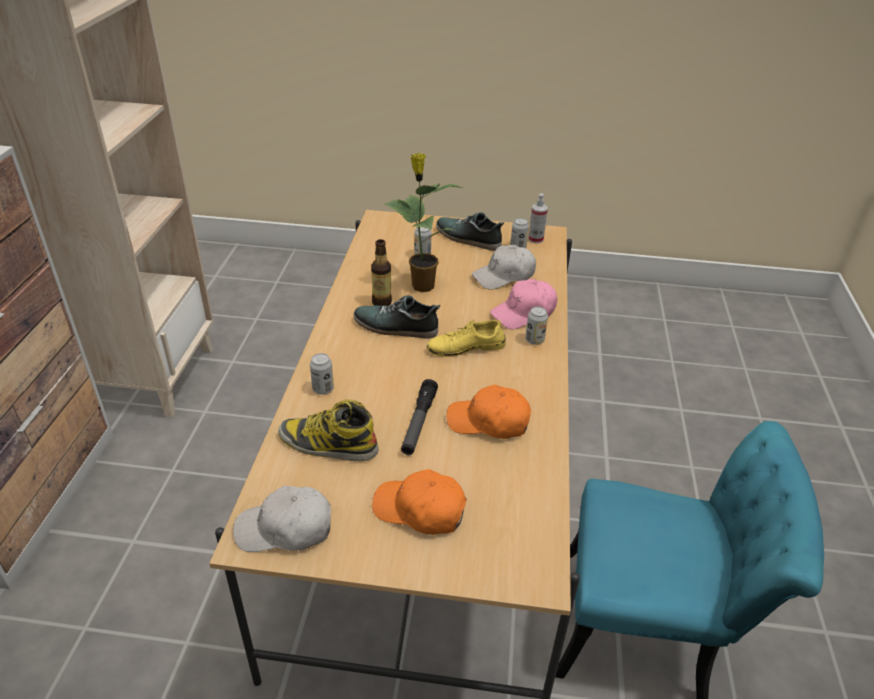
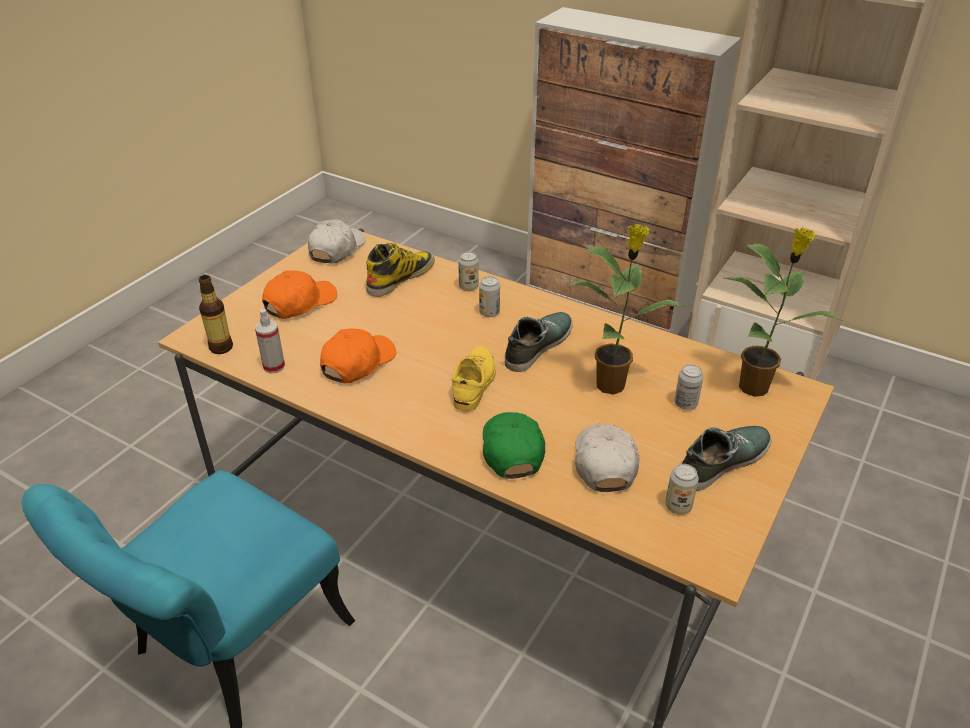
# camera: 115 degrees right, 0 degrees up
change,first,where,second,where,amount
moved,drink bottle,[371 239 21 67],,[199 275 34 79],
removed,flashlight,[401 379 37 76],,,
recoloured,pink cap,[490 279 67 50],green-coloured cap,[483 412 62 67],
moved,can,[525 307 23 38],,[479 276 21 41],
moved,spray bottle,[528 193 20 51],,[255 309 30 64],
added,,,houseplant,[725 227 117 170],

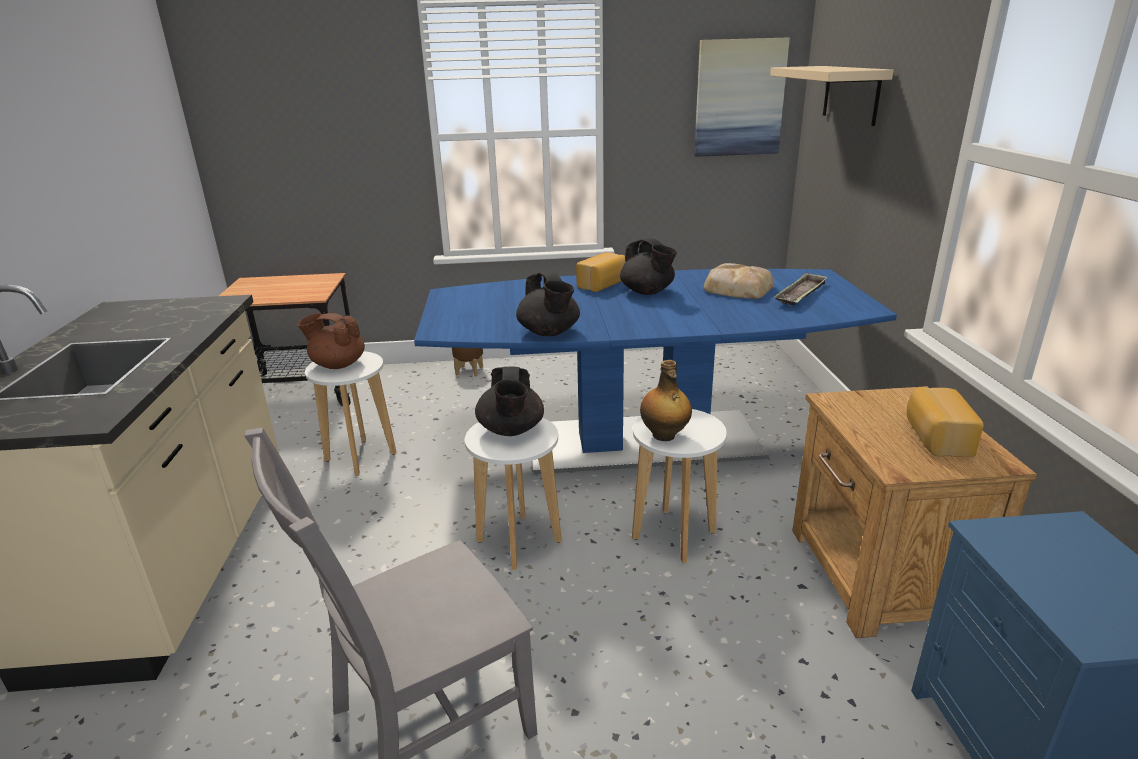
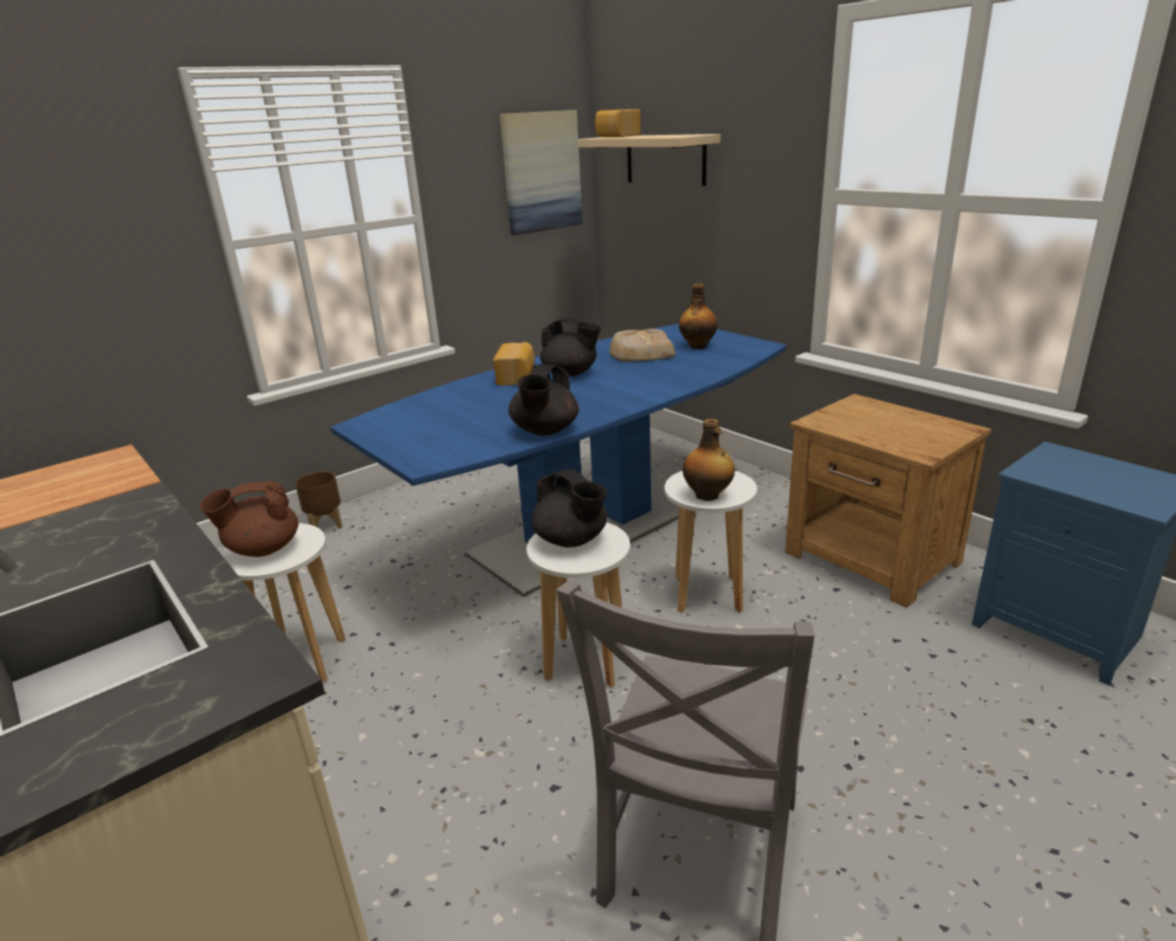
# camera: 35 degrees left, 0 degrees up
change,first,where,second,where,amount
turned,blackish pot for tea,[516 271 64 65],,[509 364 70 72],75 degrees clockwise
replaced,tray,[775 272 53 34],drink bottle,[679 284 38 65],
moved,baked bread,[907 387 77 70],,[595 109 46 28],

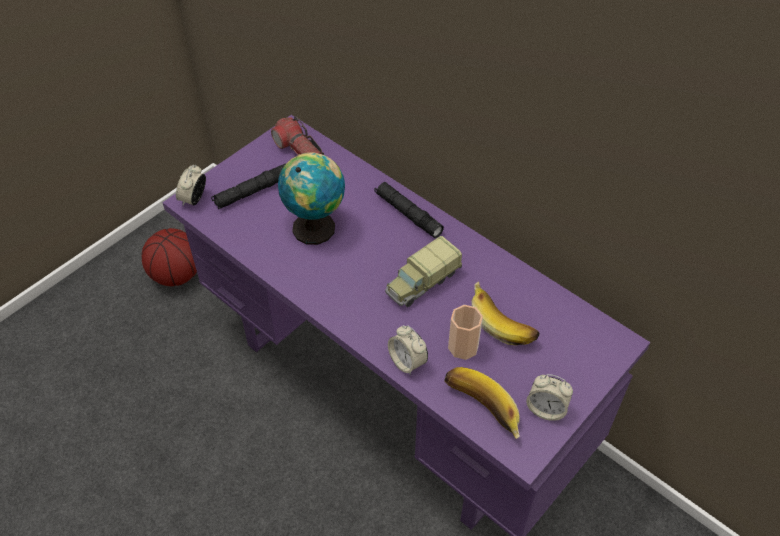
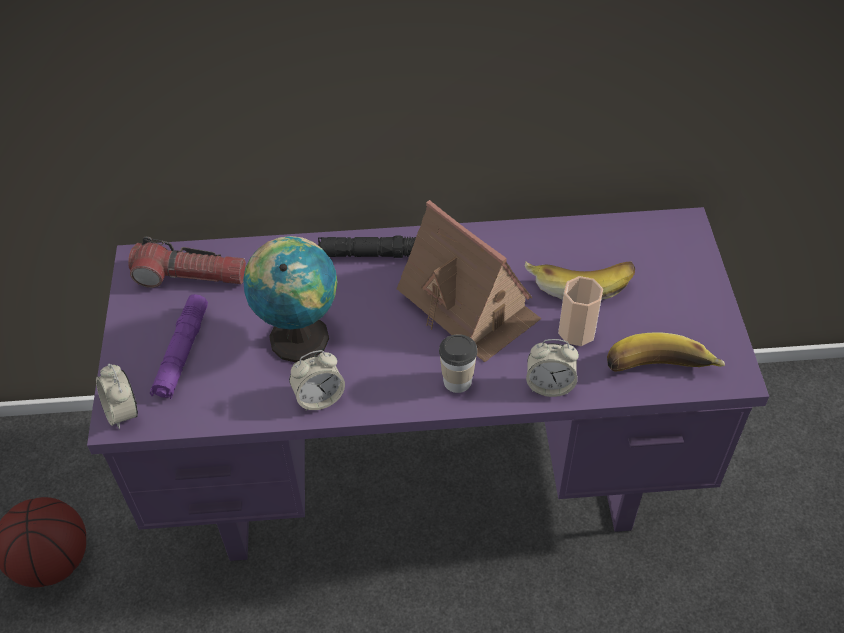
# camera: 45 degrees left, 0 degrees up
change,first,where,second,where,amount
recoloured,blackish flashlight,[211 164 75 45],purple flashlight,[150 294 58 105],
replaced,toy truck,[385 236 77 71],model house,[397 200 144 162],
moved,alarm clock,[526 374 47 47],,[289 350 56 61],
added,,,drinking cup,[439 334 38 59],

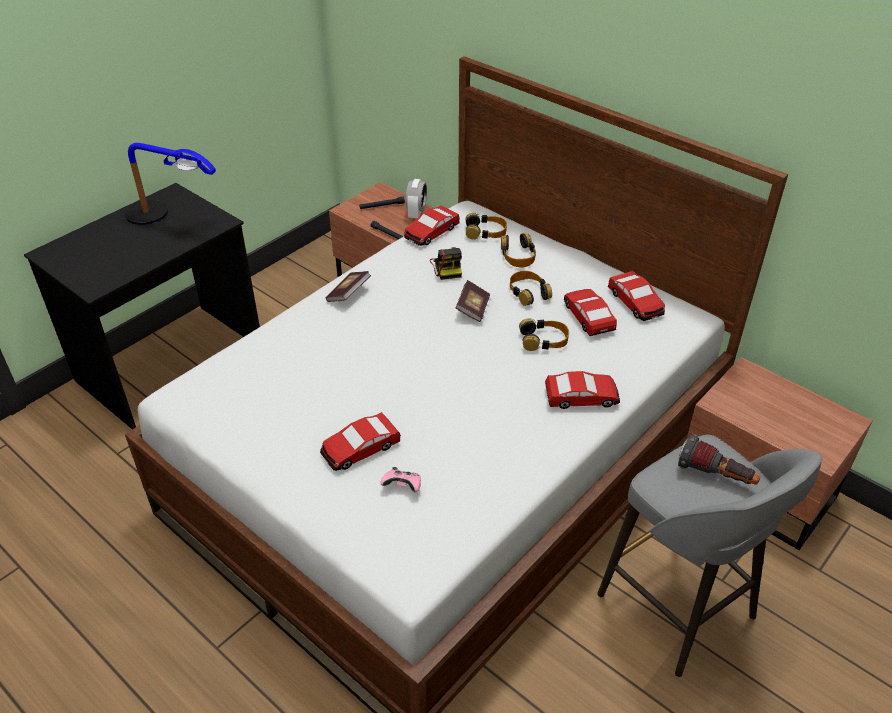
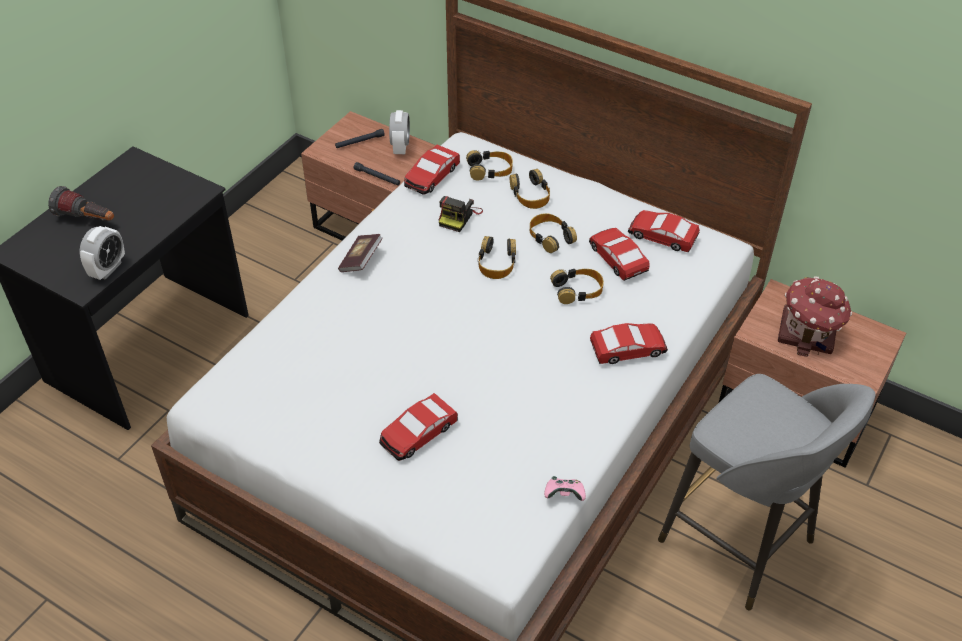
# camera: 10 degrees left, 5 degrees up
change,first,where,second,where,amount
removed,table lamp,[125 143 91 82],,,
moved,pink joypad,[380 467 41 25],,[544 476 42 25],
turned,photo camera,[430 247 32 33],,[439 196 44 36],45 degrees clockwise
replaced,book,[456 280 34 42],headset,[478 236 38 43],
turned,model car,[608 271 57 50],,[628 210 72 42],150 degrees clockwise
moved,flashlight,[678 434 82 51],,[48 186 66 35],
added,,,alarm clock,[80 226 45 54],
added,,,model house,[778 276 74 81],

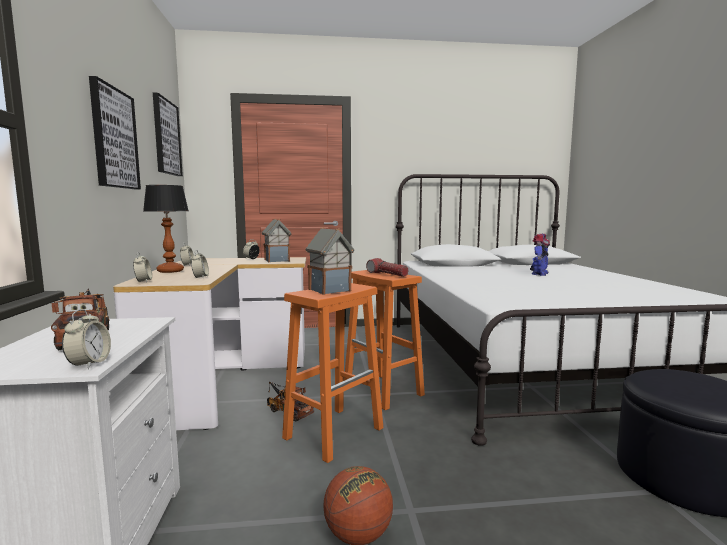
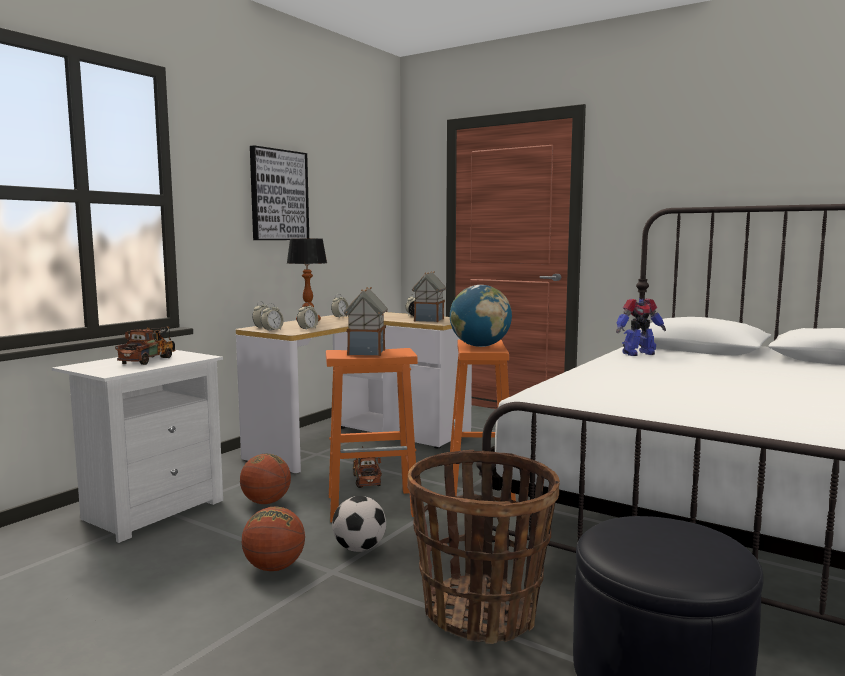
# camera: 40 degrees right, 0 degrees up
change,first,where,second,where,amount
moved,alarm clock,[62 309 49 60],,[261 303 23 29],
removed,wall art,[153 93 30 83],,,
replaced,flashlight,[366 258 43 19],world globe,[450 285 62 62],
moved,toy robot,[530 234 20 42],,[616 298 50 58],
added,,,basketball ball,[240 454 51 50],
added,,,football,[332 496 54 56],
added,,,household basket,[407 450 153 194],

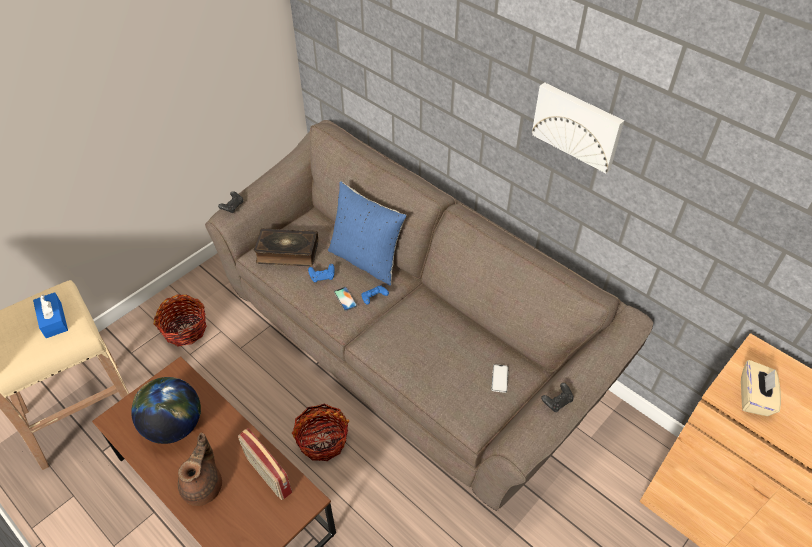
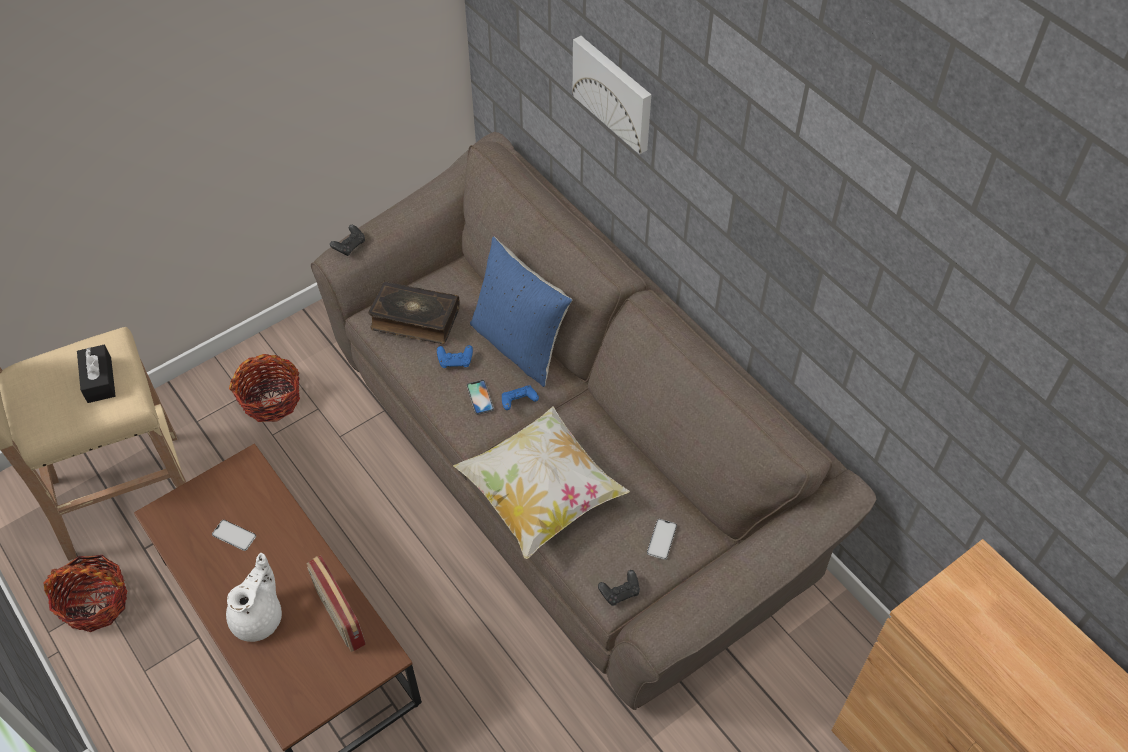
# camera: 10 degrees right, 5 degrees up
change,first,where,second,where,amount
recoloured,blue box of tissues,[33 292 35 46],blackish box of tissues,[77 345 38 58],
replaced,world globe,[131 377 70 67],phone,[212 520 44 31],
recoloured,brownish pot for tea,[178 433 44 73],white pot for tea,[226 553 56 89],
moved,household basket,[292 403 57 58],,[44 555 84 77],
moved,wall art,[532 82 92 91],,[573 36 78 118],
moved,blackish joypad,[541 383 33 29],,[598 570 42 36],
removed,beige box of tissues,[741 360 40 56],,,
added,,,cushion,[453 406 177 153],

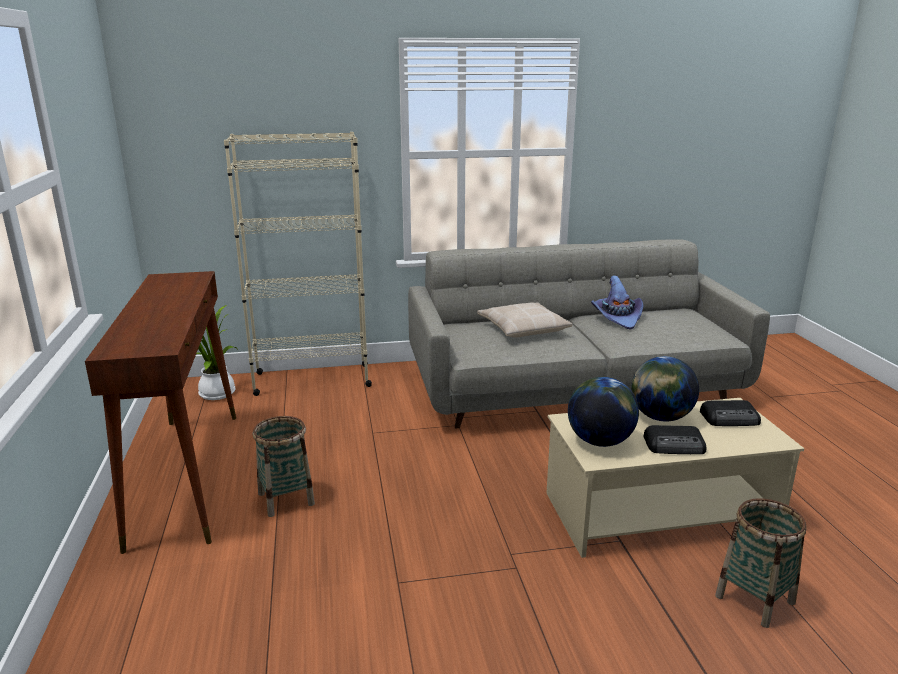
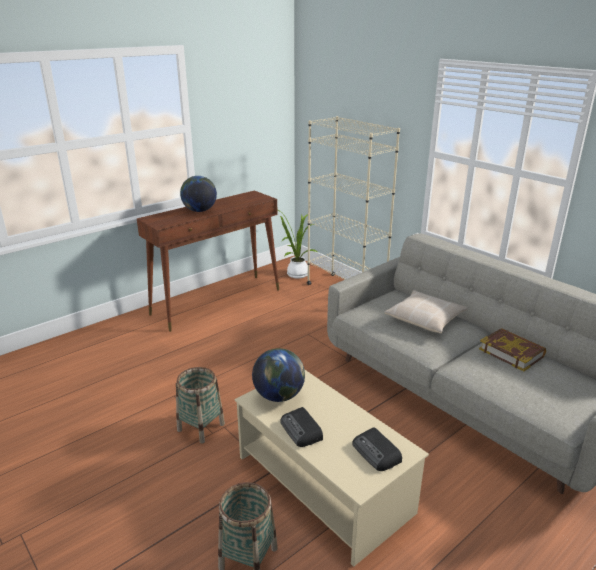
# camera: 60 degrees right, 5 degrees up
change,first,where,second,where,amount
moved,household basket,[253 416 62 101],,[176 367 49 77],
replaced,purple clothing hat,[591 276 52 54],book,[479 328 67 43],
moved,world globe,[631 356 68 65],,[180 176 37 36],

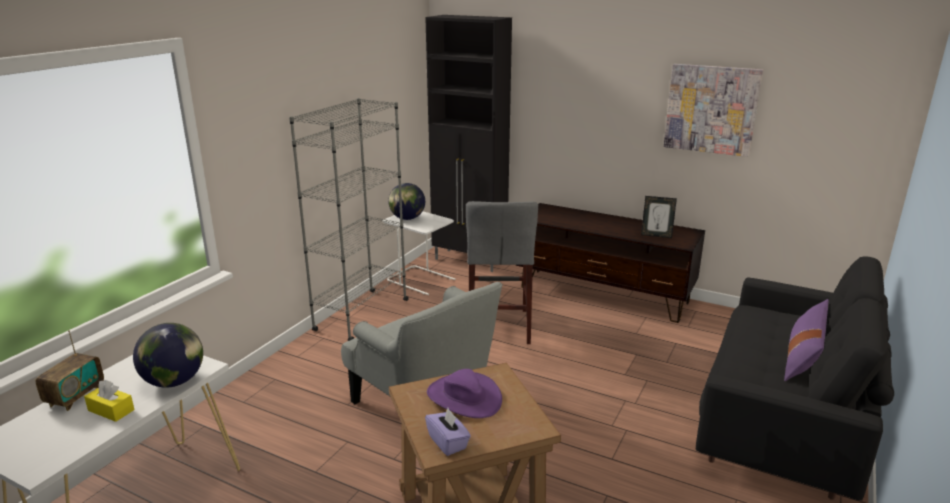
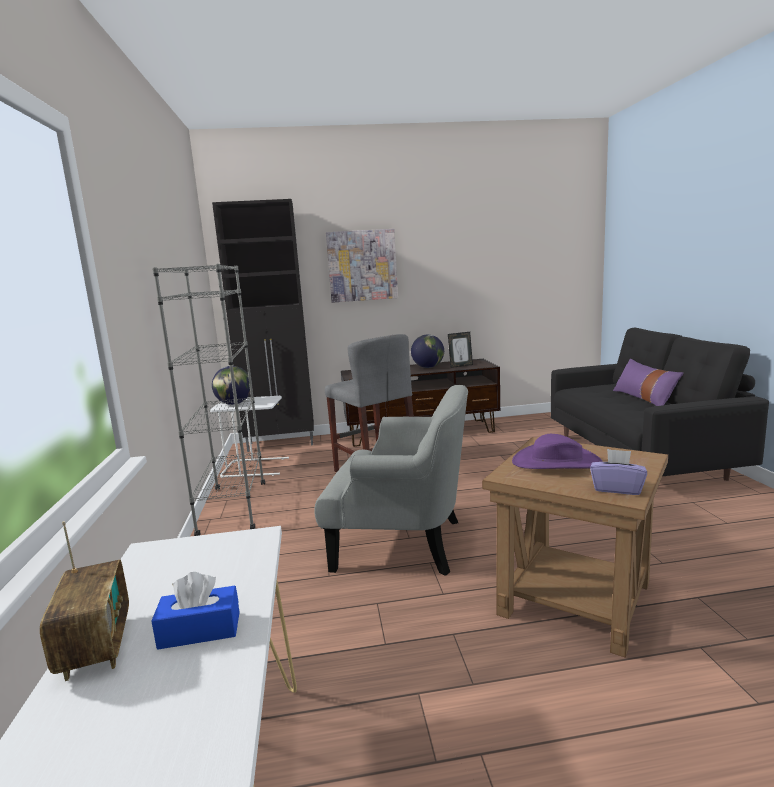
# camera: 35 degrees left, 10 degrees down
change,first,where,second,where,amount
recoloured,yellow box of tissues,[84 380 51 42],blue box of tissues,[151 572 89 78],
moved,world globe,[133 323 70 65],,[411 334 33 34],
moved,wall art,[664 64 99 93],,[326 229 72 74],

